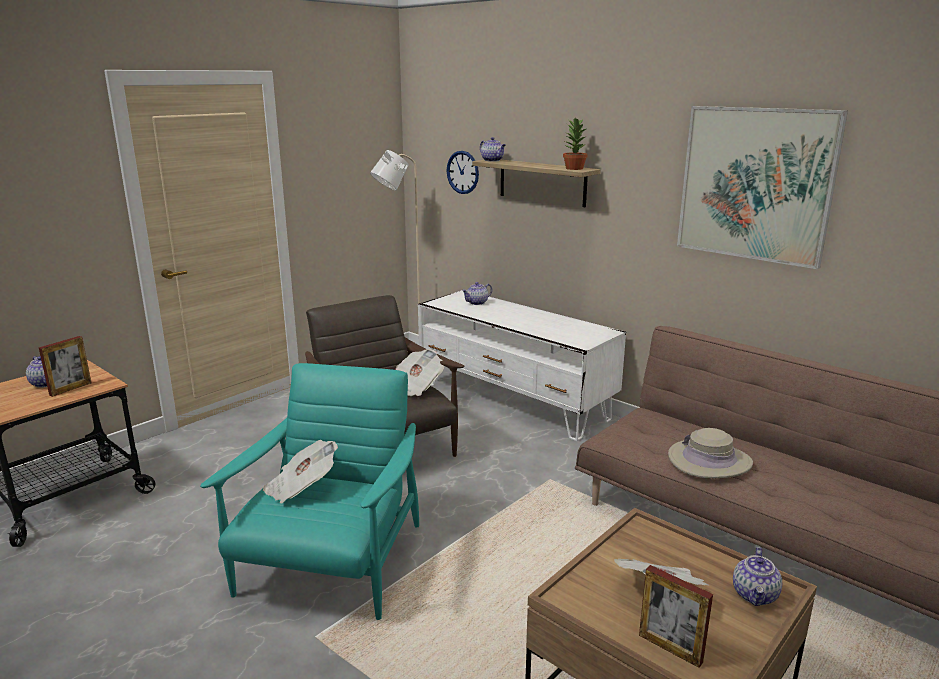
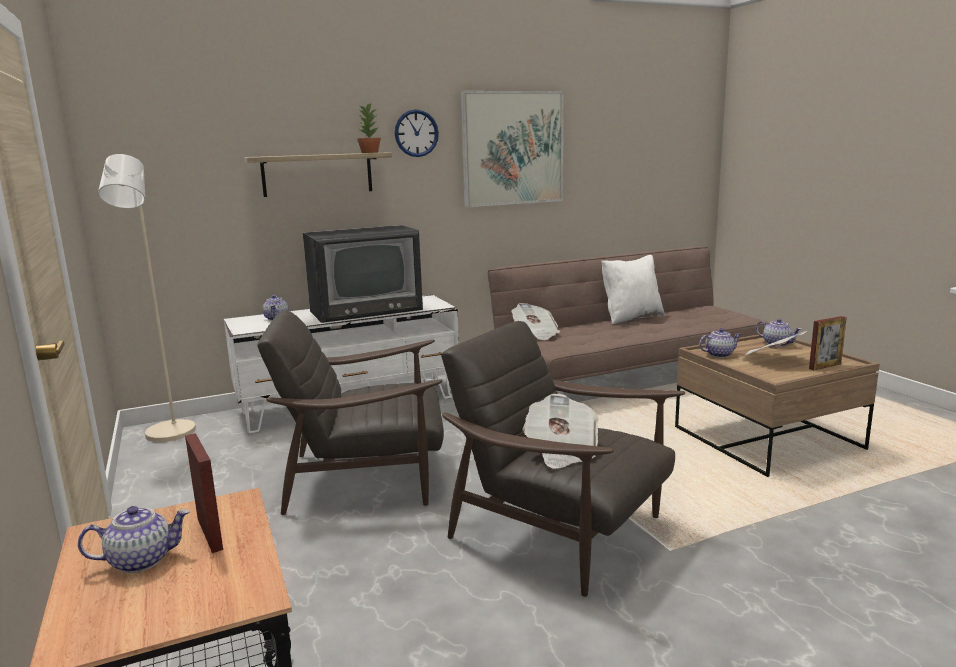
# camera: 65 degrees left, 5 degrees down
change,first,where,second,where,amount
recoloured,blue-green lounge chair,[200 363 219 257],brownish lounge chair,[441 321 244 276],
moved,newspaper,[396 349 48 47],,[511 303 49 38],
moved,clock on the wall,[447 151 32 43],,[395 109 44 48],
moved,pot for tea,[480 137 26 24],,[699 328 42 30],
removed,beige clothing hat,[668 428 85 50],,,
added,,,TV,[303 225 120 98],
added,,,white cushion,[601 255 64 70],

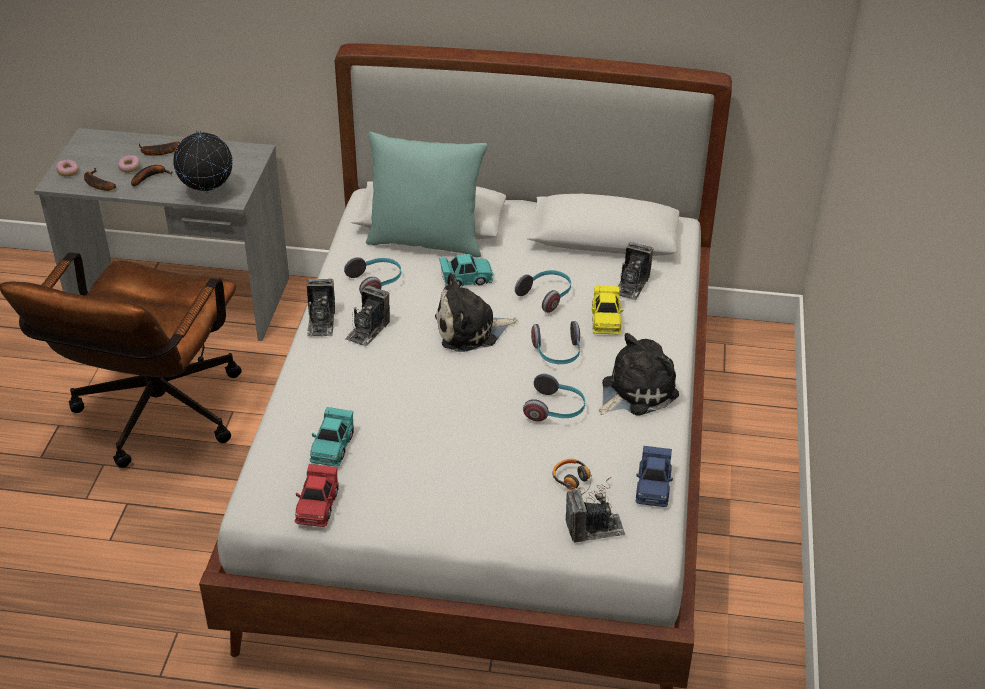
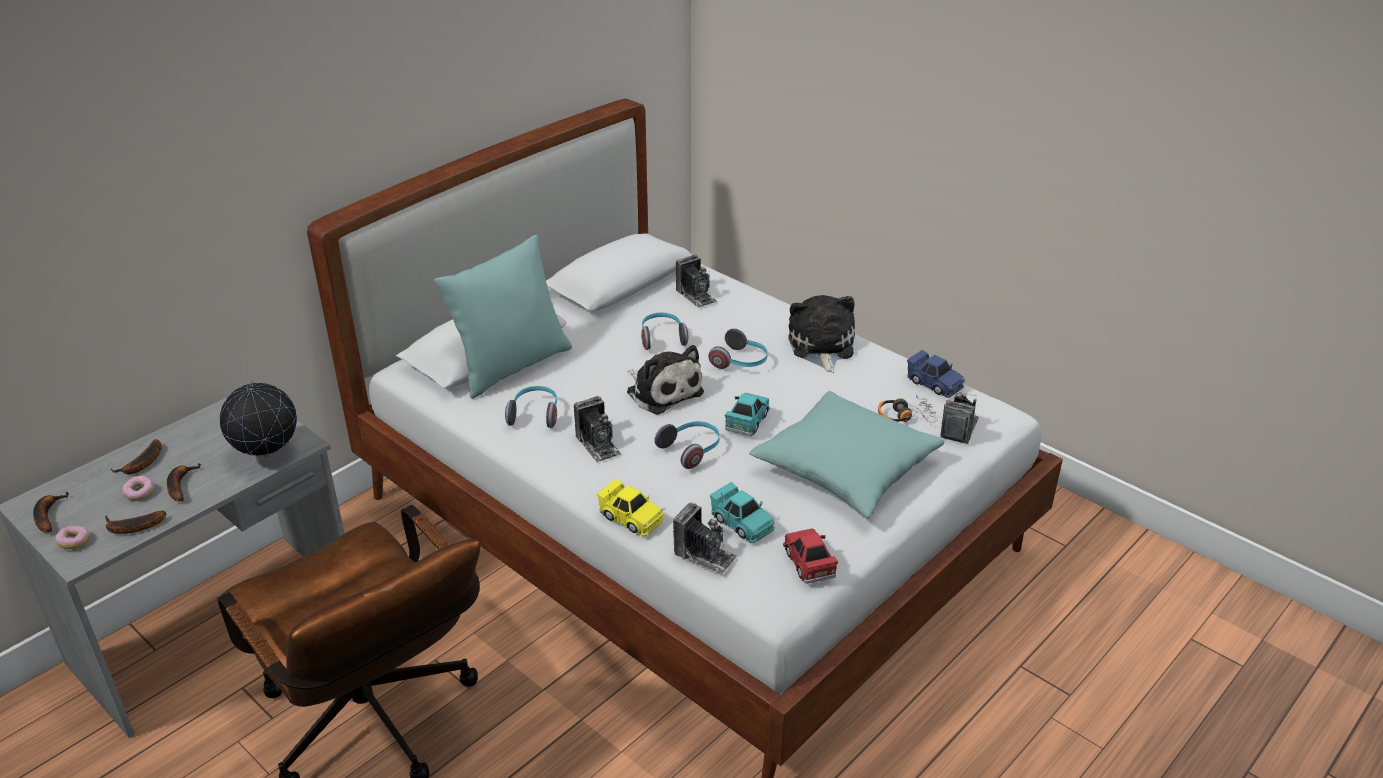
# camera: 55 degrees left, 5 degrees down
change,first,where,second,where,amount
turned,red-coloured model car,[295 464 44 63],,[783 529 55 55],150 degrees counterclockwise
moved,photo camera,[307 279 28 58],,[673 502 64 72],
turned,soft toy,[435 273 82 79],,[627 345 77 70],60 degrees counterclockwise
moved,blue-green model car,[439 254 54 33],,[725 393 45 43],
moved,headset,[523 374 62 48],,[654 421 66 48],
moved,yellow model car,[592 286 32 48],,[597 479 67 57],
added,,,banana fruit,[33 492 36 40],
added,,,blue-green cushion,[749 391 196 127],

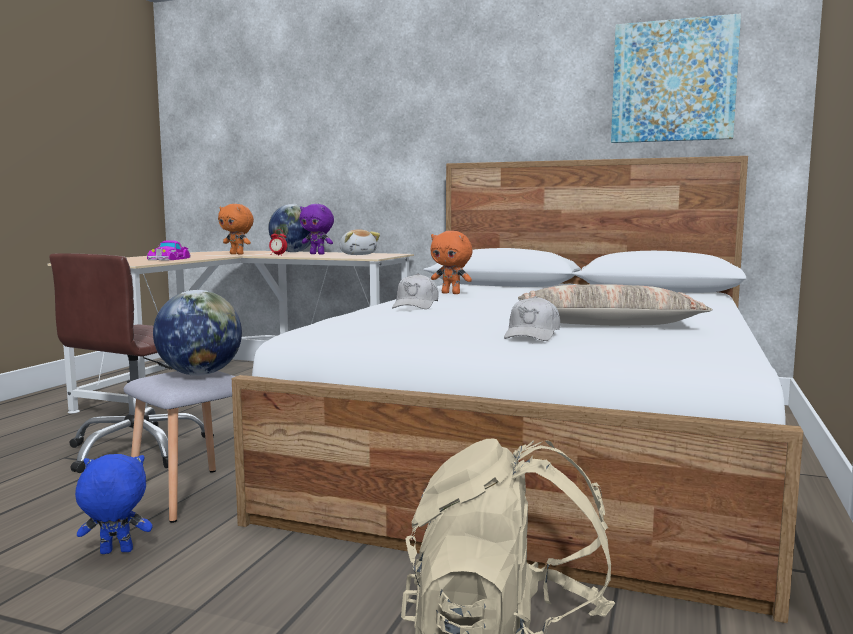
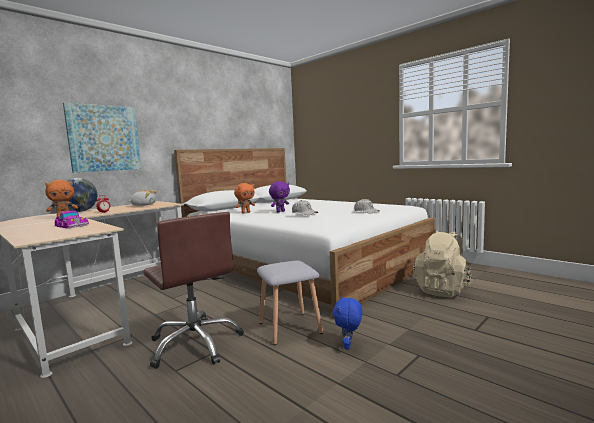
# camera: 65 degrees left, 0 degrees up
change,first,where,second,where,amount
removed,world globe,[153 290 89 86],,,
moved,purple soft toy,[300 204 34 51],,[269 181 21 31],
removed,cushion,[518 284 194 42],,,
moved,wall art,[611 13 130 130],,[63 102 78 70],

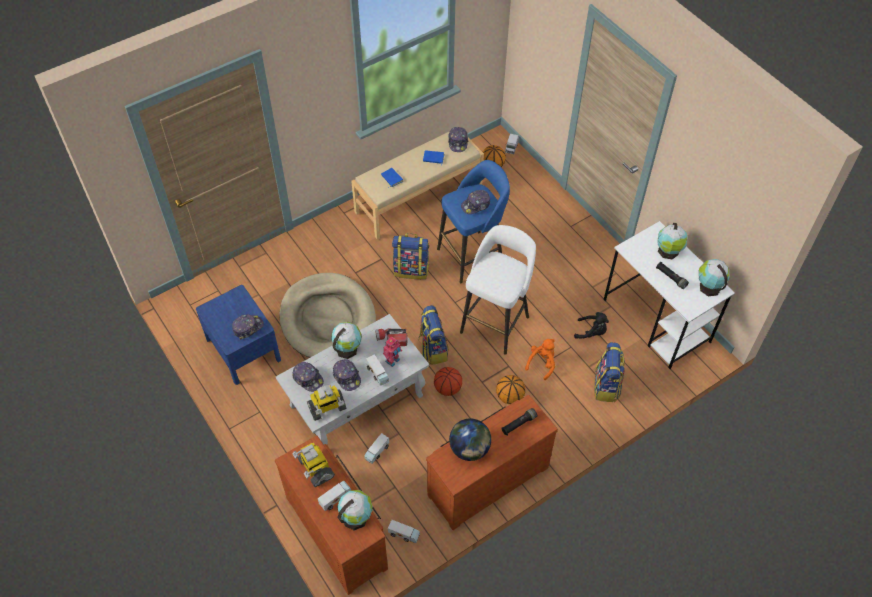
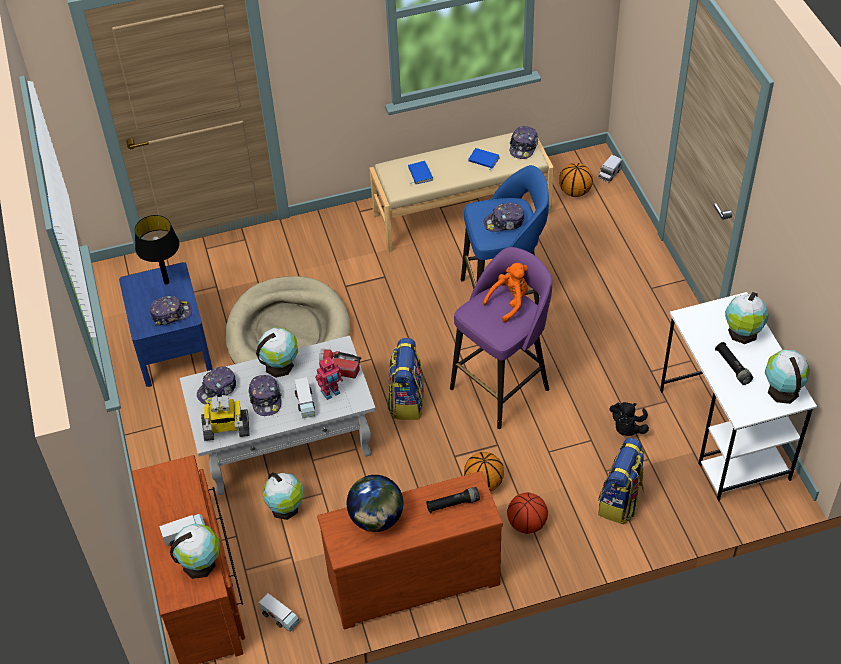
# camera: 20 degrees right, 5 degrees down
change,first,where,second,where,amount
turned,cap,[292 362 32 30],,[197 366 39 39],75 degrees clockwise
removed,toy robot,[292 442 43 45],,,
replaced,toy truck,[364 433 25 31],world globe,[263 472 40 48],
removed,knapsack,[392 233 37 46],,,
moved,basketball ball,[434 367 28 29],,[507 492 41 42],
recoloured,white stool,[460 225 76 130],purple stool,[450 247 102 182],
moved,orangey soft toy,[525 339 30 41],,[482 263 46 60],
turned,blackish soft toy,[574 312 35 27],,[609 402 40 34],75 degrees clockwise
added,,,blackish table lamp,[135 215 45 70],

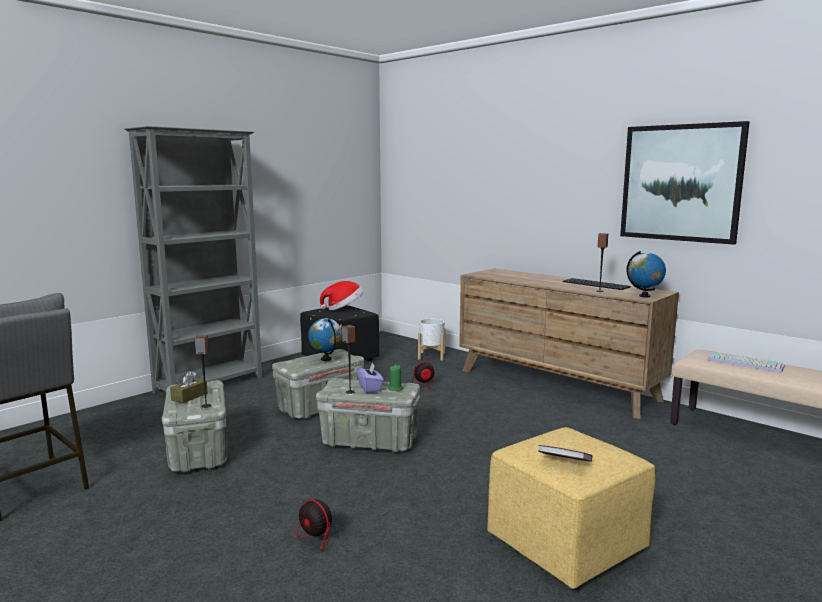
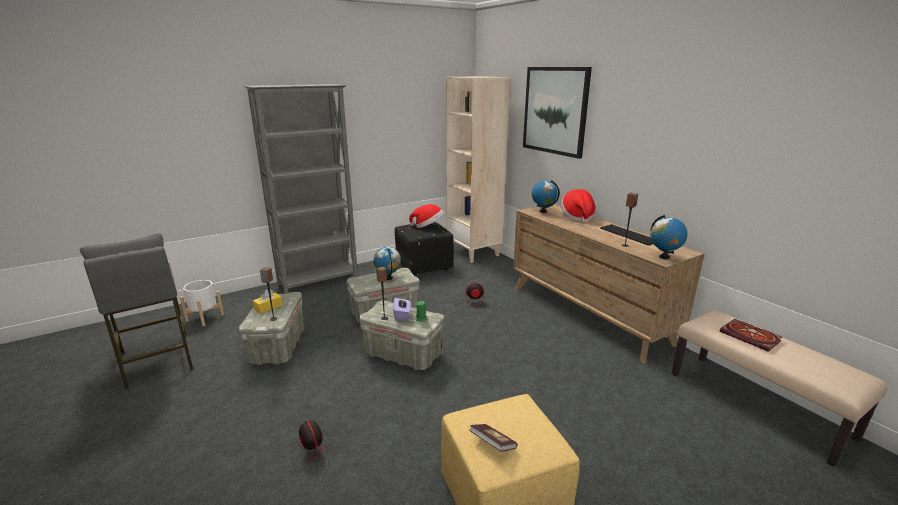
# camera: 15 degrees right, 10 degrees up
change,first,where,second,where,amount
recoloured,brownish box of tissues,[170 371 38 32],yellow box of tissues,[253 289 30 25],
moved,white planter,[418 319 28 41],,[180 280 44 46],
moved,wall art,[620 121 130 124],,[523 67 69 92],
replaced,computer keyboard,[707 351 78 22],book,[720 319 62 33],
added,,,beige bookcase,[446 76 64 187],
added,,,world globe,[532 180 28 33],
added,,,clothing hat,[561 189 35 34],

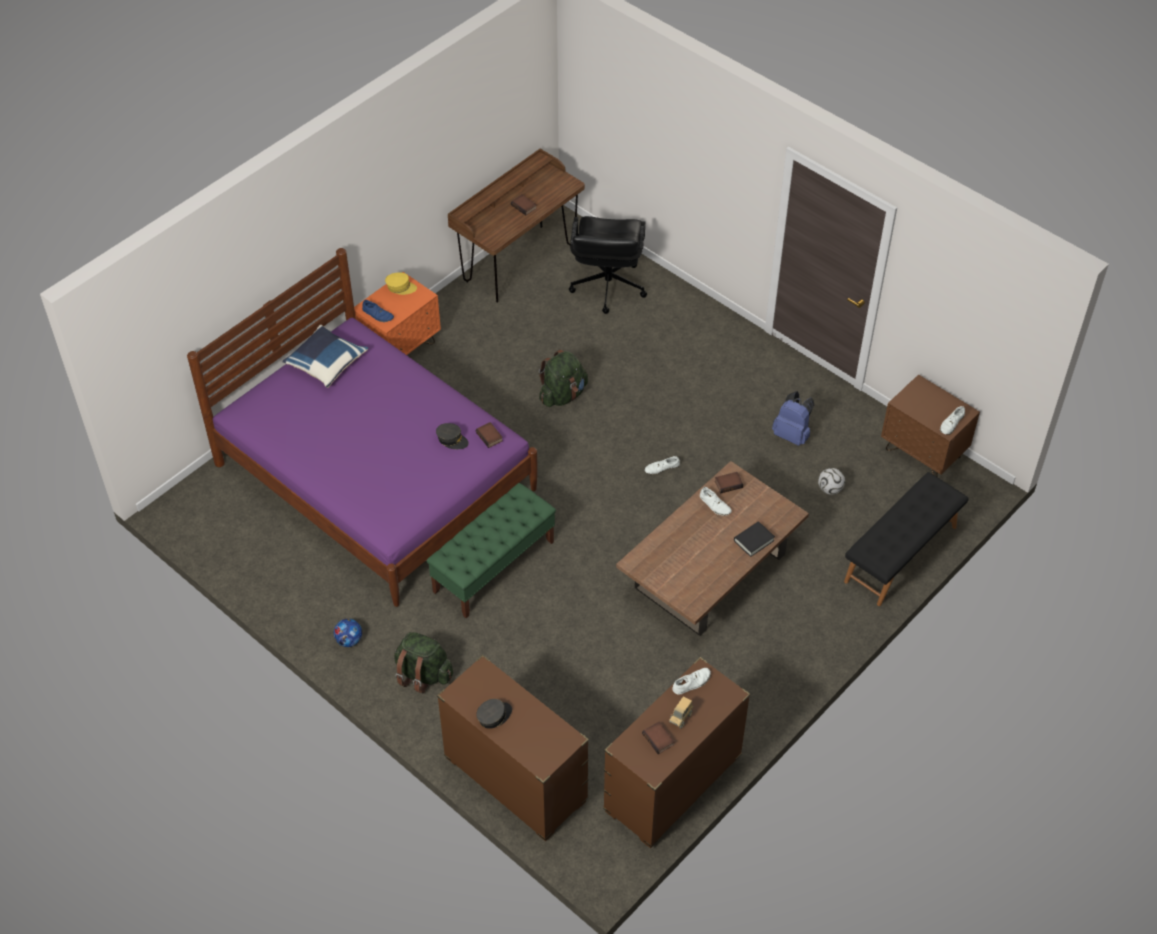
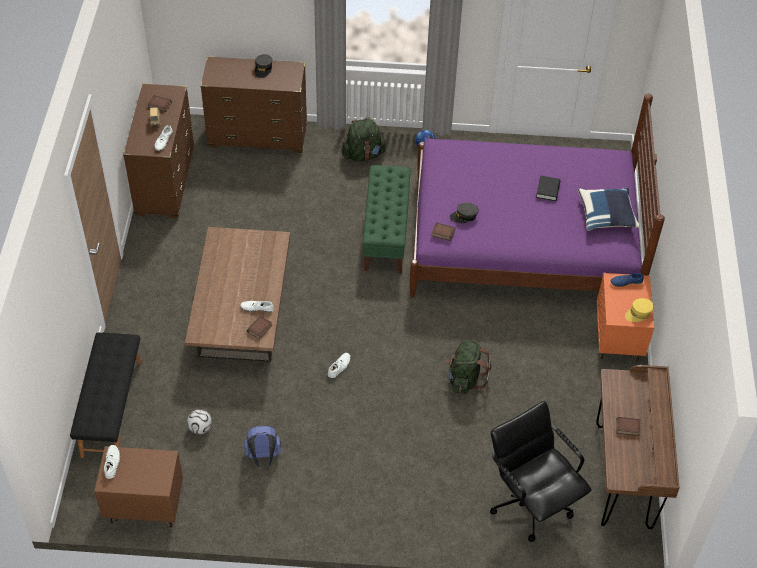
# camera: 140 degrees right, 0 degrees up
change,first,where,second,where,amount
moved,blackish book,[734 521 41 36],,[536 176 25 25],

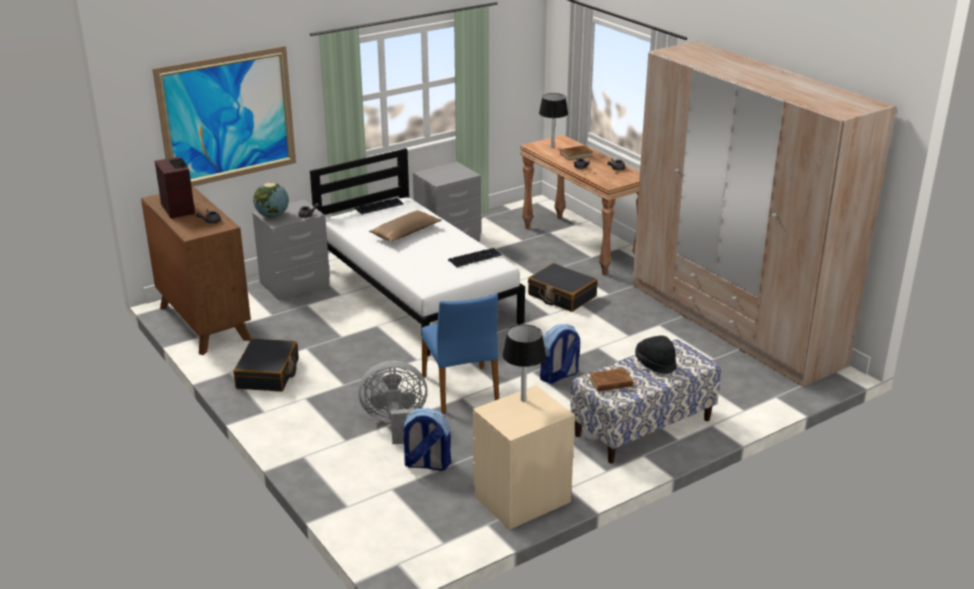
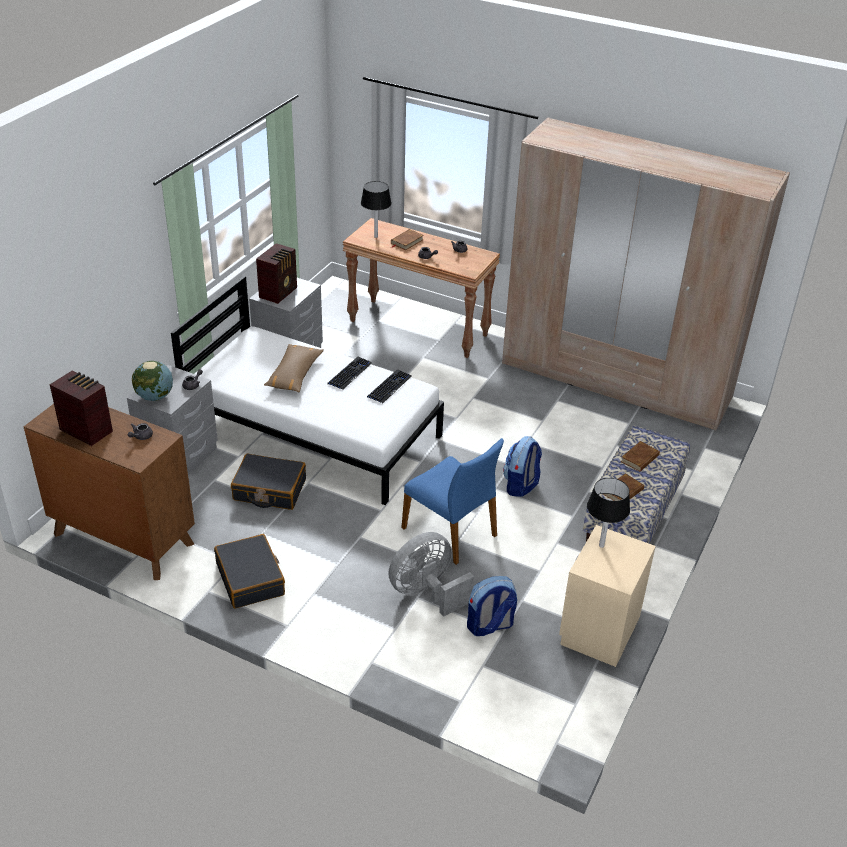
# camera: 30 degrees left, 10 degrees up
change,first,where,second,where,amount
removed,wall art,[152 46 144 141],,,
moved,computer keyboard,[354 198 50 17],,[327 357 45 33],
moved,blackish piece of luggage,[528 263 70 49],,[231 453 75 57],
replaced,blackish clothing hat,[635 335 41 39],brownish book,[621 441 39 31],
added,,,radio set,[256 243 41 61],

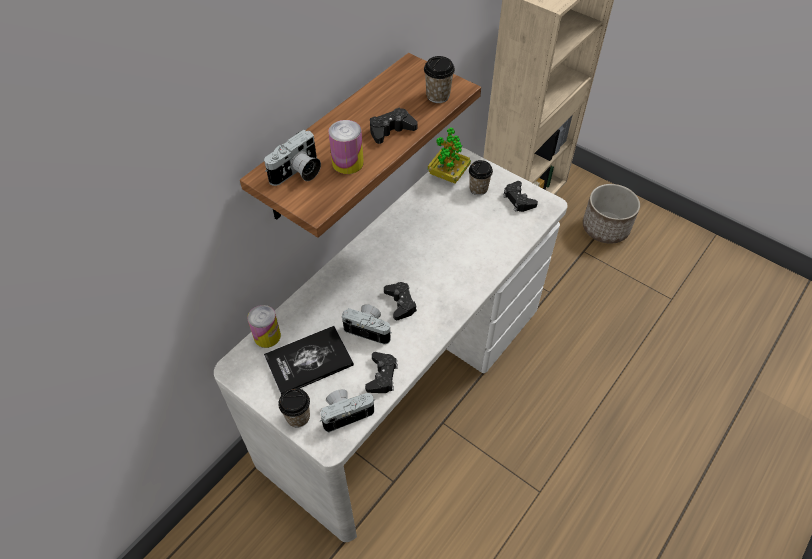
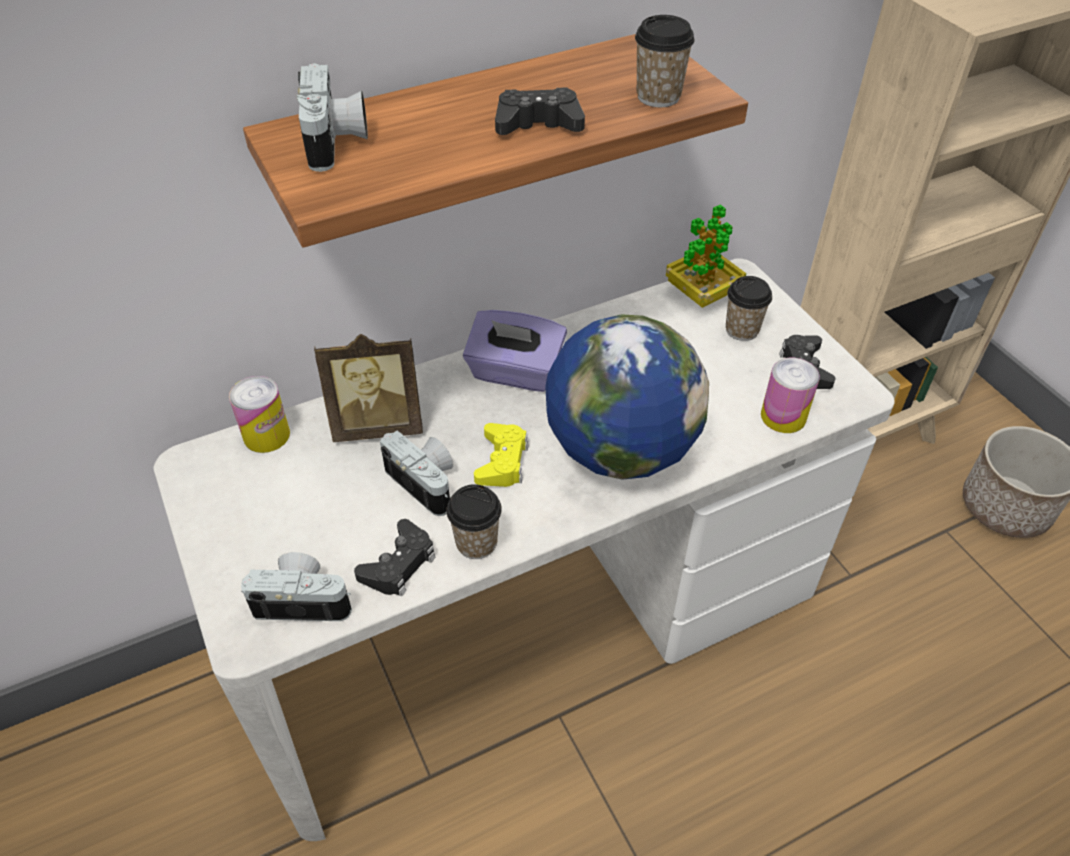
# camera: 25 degrees right, 5 degrees down
change,first,where,second,where,amount
turned,photo camera,[264 130 57 56],,[296 63 72 109],75 degrees counterclockwise
removed,book,[264 326 90 69],,,
moved,drinking cup,[278 388 32 40],,[446 484 56 75],
moved,can,[328 120 36 54],,[761 358 59 75],
recoloured,blackish joypad,[384 282 33 38],yellow joypad,[474 423 54 64],
added,,,picture frame,[314 334 109 108],
added,,,purple box of tissues,[463 310 104 82],
added,,,world globe,[545 314 164 166],

